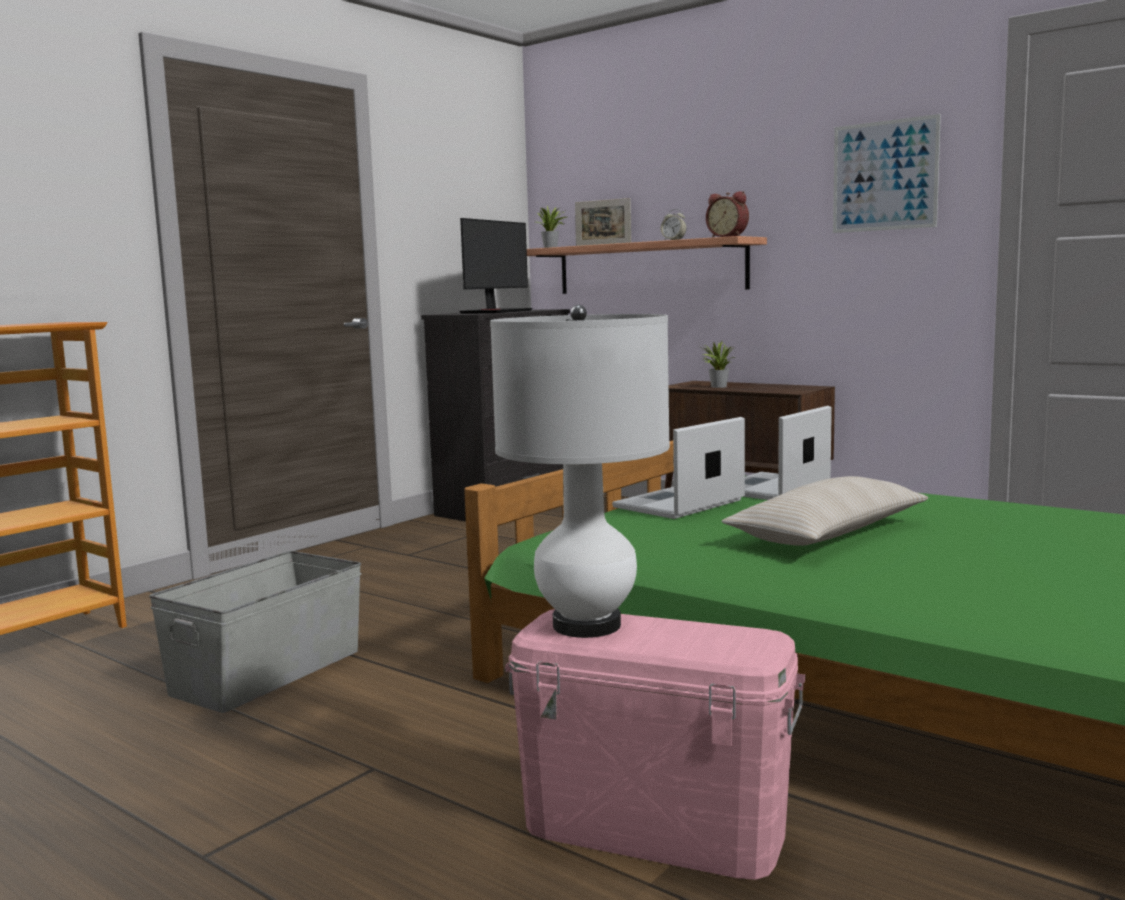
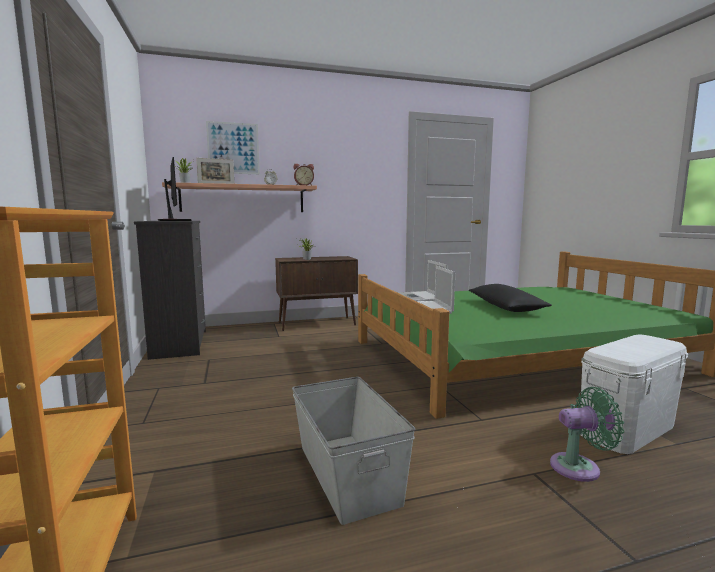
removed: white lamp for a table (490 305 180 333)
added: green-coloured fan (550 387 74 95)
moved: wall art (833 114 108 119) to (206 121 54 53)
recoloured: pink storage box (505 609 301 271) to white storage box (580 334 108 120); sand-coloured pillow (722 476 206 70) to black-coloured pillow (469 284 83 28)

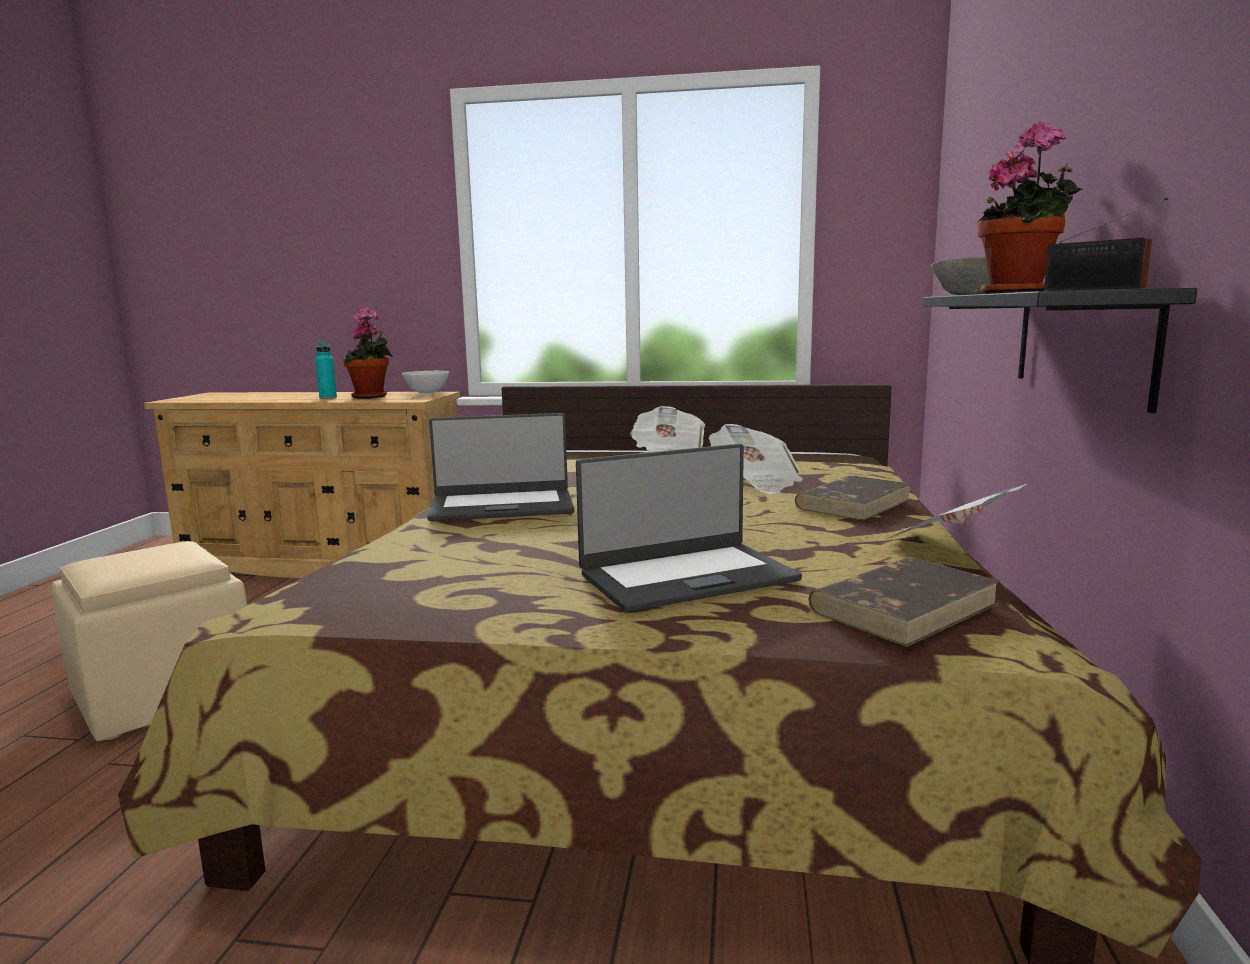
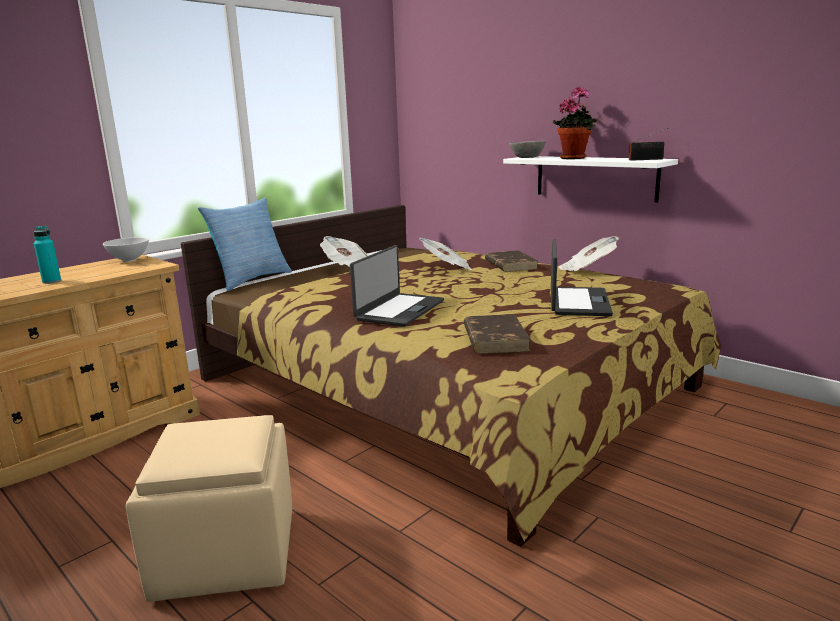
removed: potted plant (343 307 50 92)
added: pillow (198 197 94 94)
moved: brown book (809 557 191 90) to (464 314 67 40)
recoloured: black-coloured shelf (923 288 274 125) to white shelf (503 156 175 47)

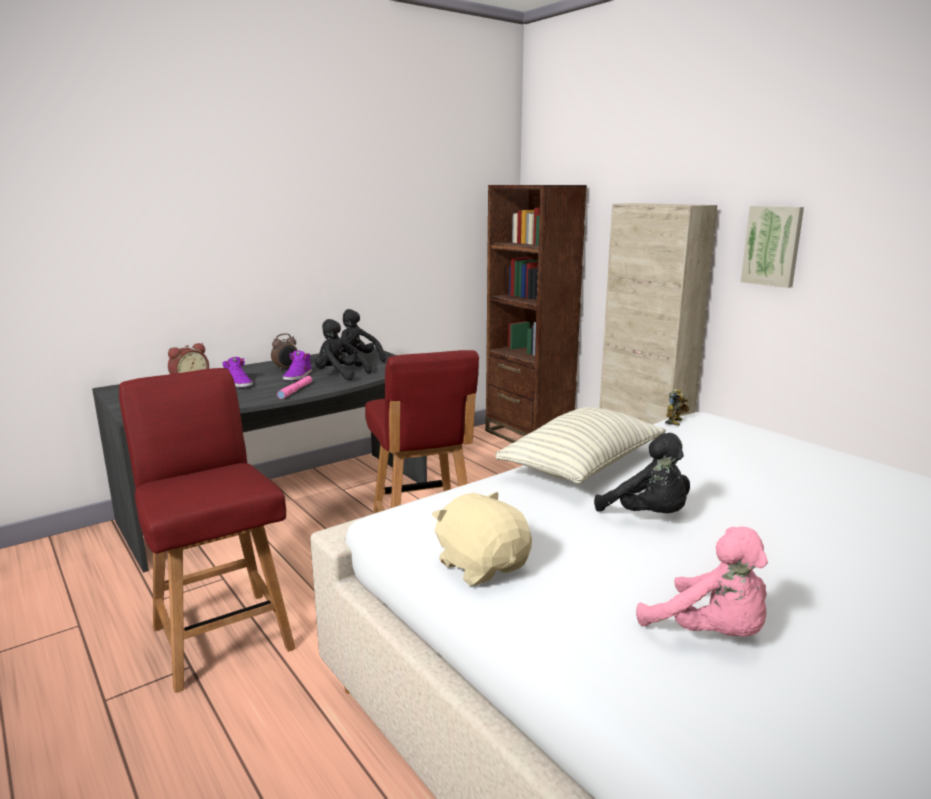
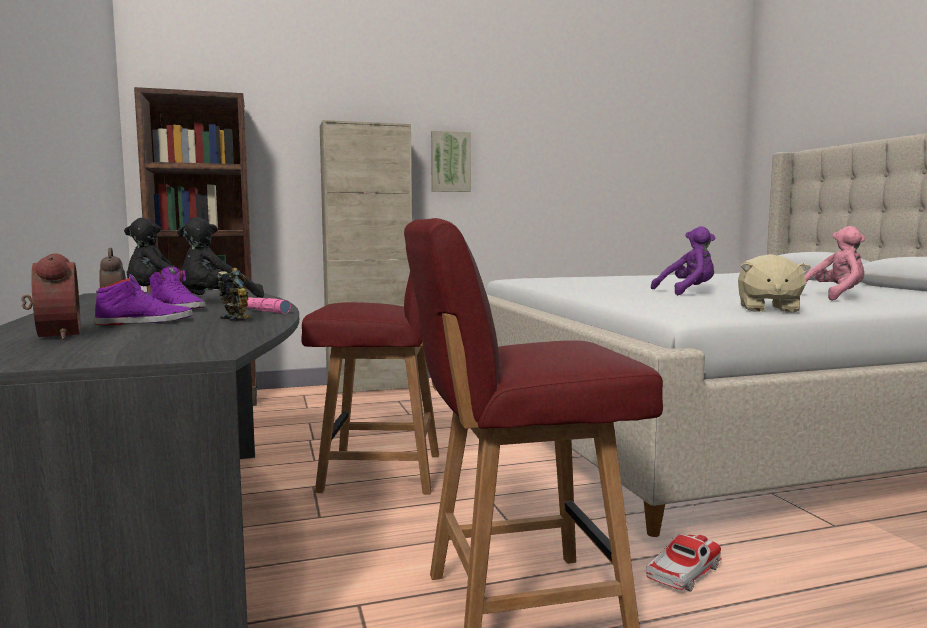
removed: pillow (495 407 171 77)
added: toy car (645 534 77 58)
moved: robot figure (665 389 25 37) to (217 268 36 54)
recoloured: black-coloured cuddly toy (594 433 96 80) to purple cuddly toy (651 226 64 69)
turned: sand-coloured cuddly toy (432 492 100 94) = (738 254 73 59) 60 degrees counterclockwise

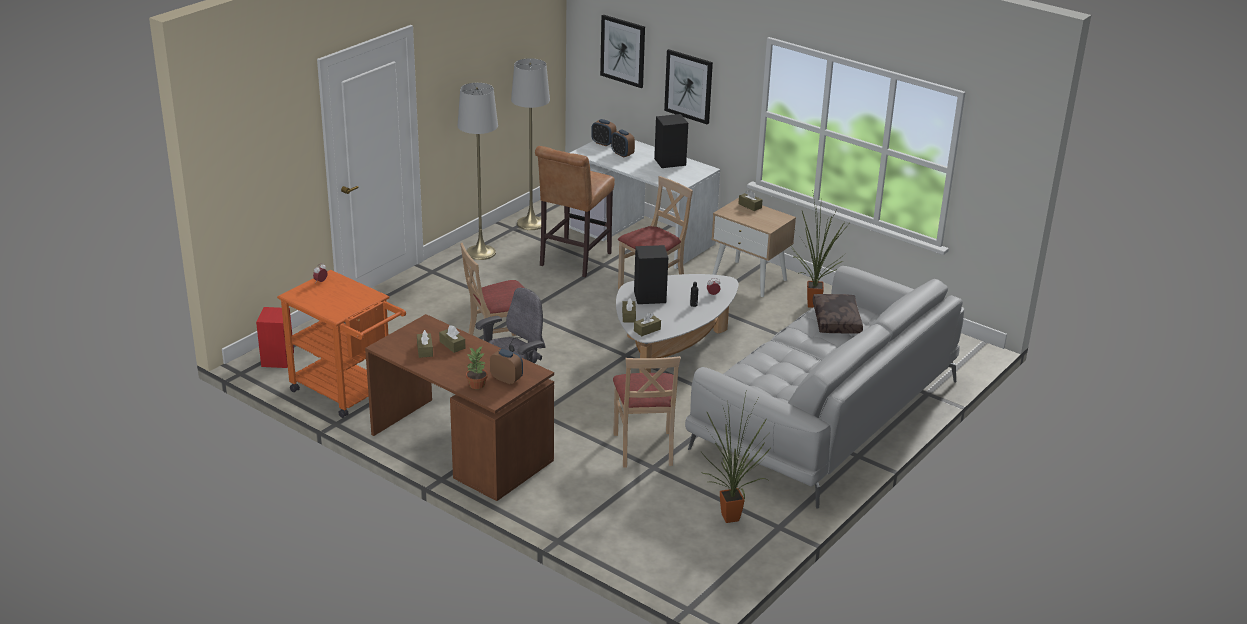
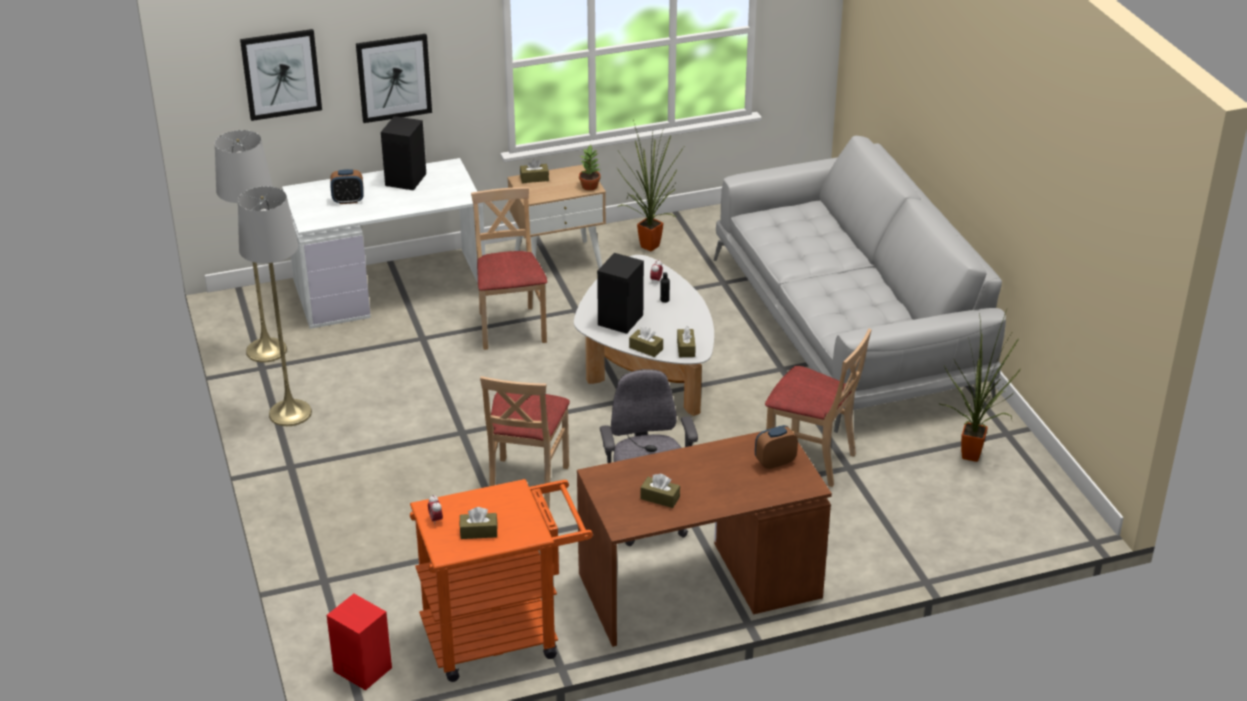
removed: brown stool seat (535 146 80 131); alarm clock (591 119 25 28); brown pillow (813 294 50 39)
moved: brown tissue holder (439 325 26 28) to (460 507 38 32); potted plant (466 347 22 42) to (579 145 22 46)

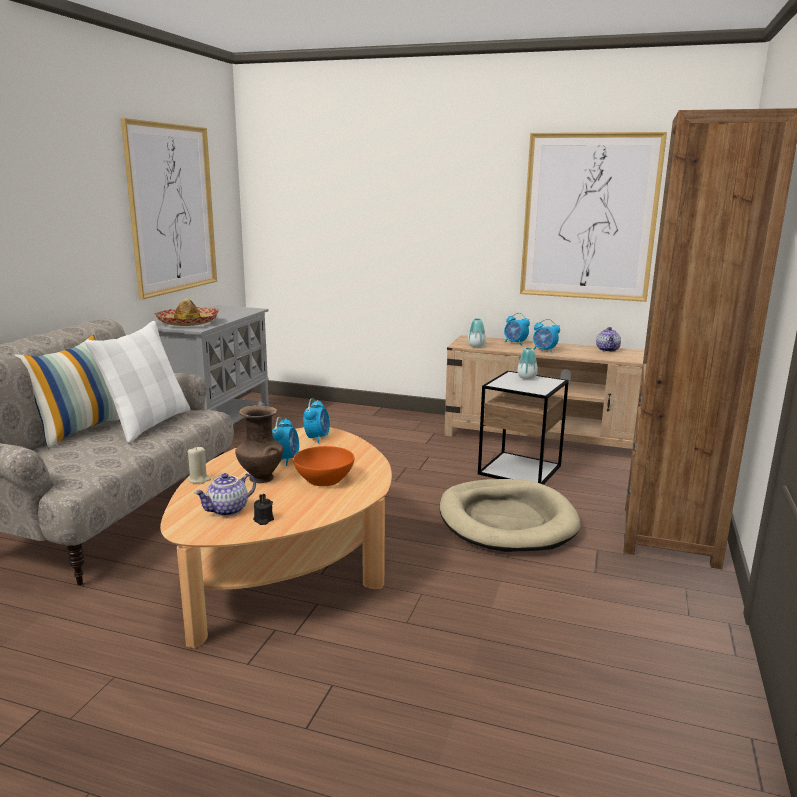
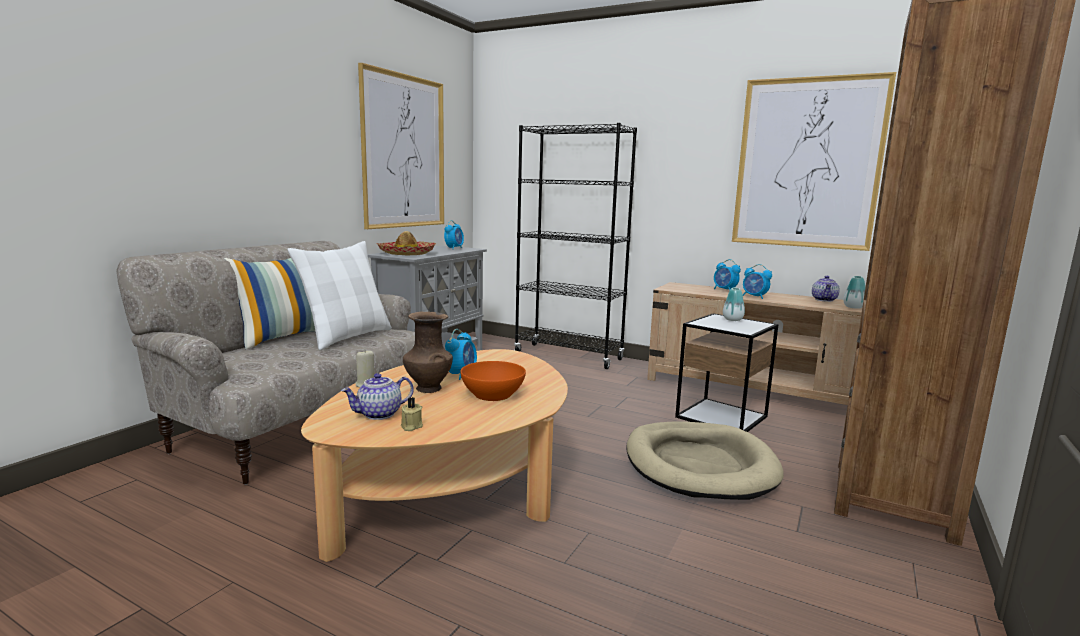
added: black-coloured shelving unit (514 123 123 246)
moved: alarm clock (304 398 26 45) to (444 220 20 29); decorative vase (468 318 18 29) to (843 276 22 33)
recoloured: black-coloured candle (253 494 21 31) to sand-coloured candle (401 397 22 34)

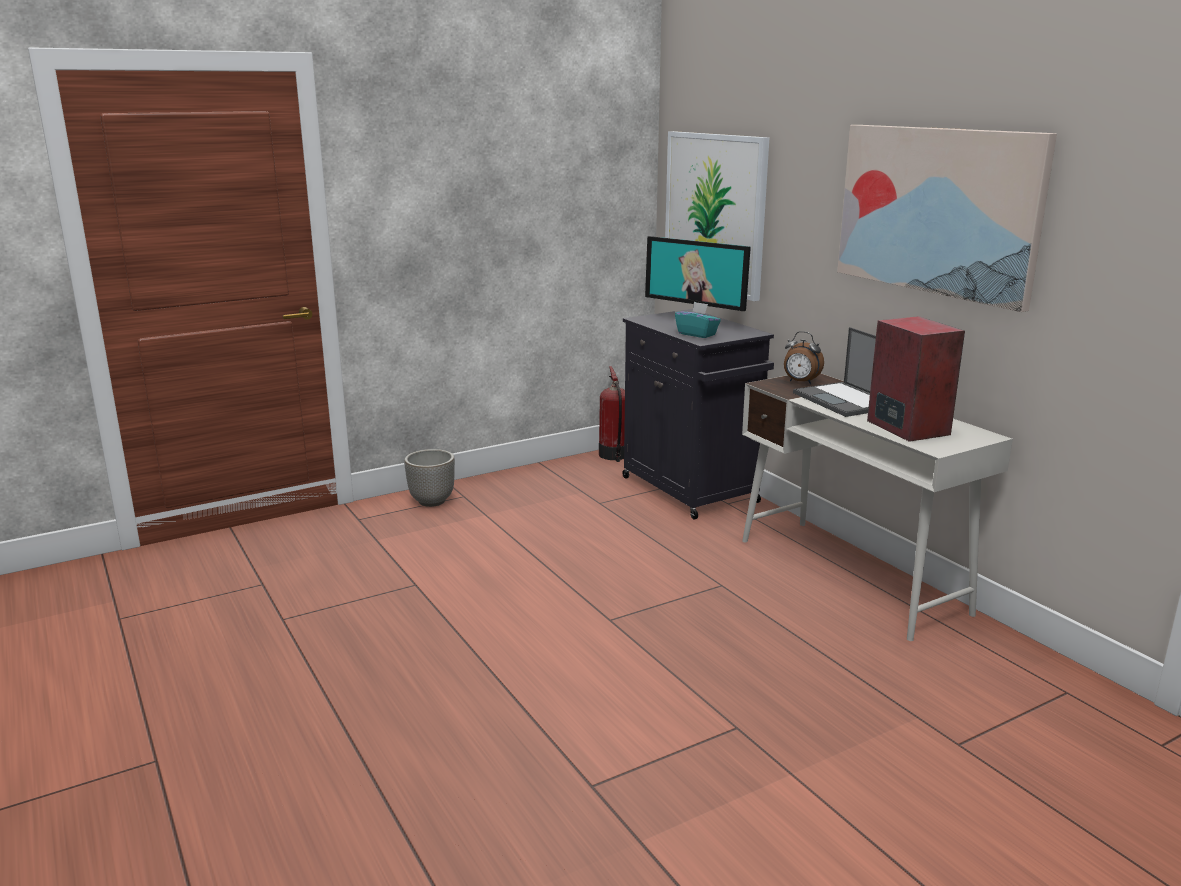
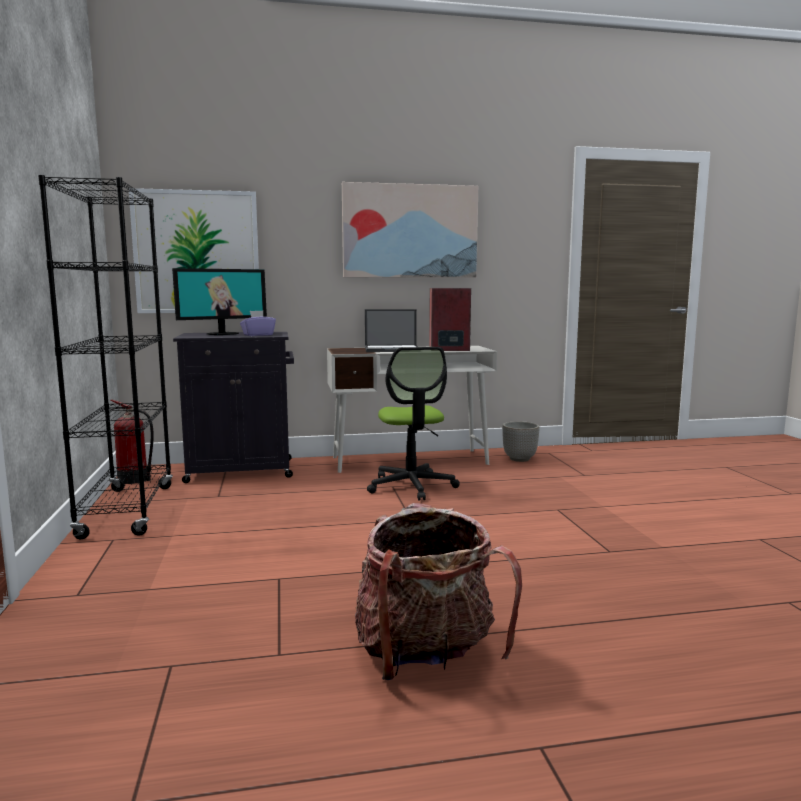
removed: alarm clock (784 331 40 53)
added: black-coloured shelving unit (38 175 135 364); knapsack (355 503 167 177); office chair (367 347 93 153)
moved: planter (404 449 51 58) to (502 421 38 41)
recoloured: turquoise tissue holder (675 302 46 36) to purple tissue holder (240 310 36 26)

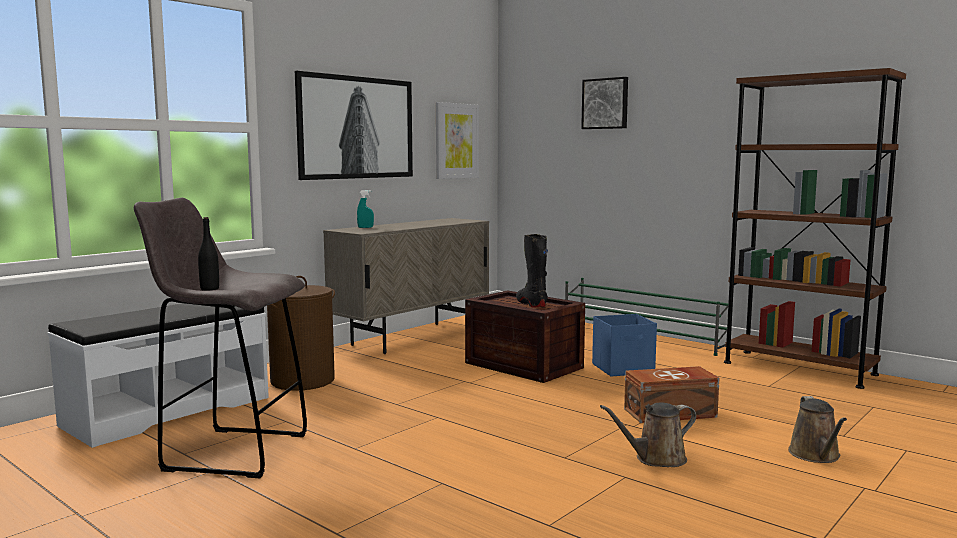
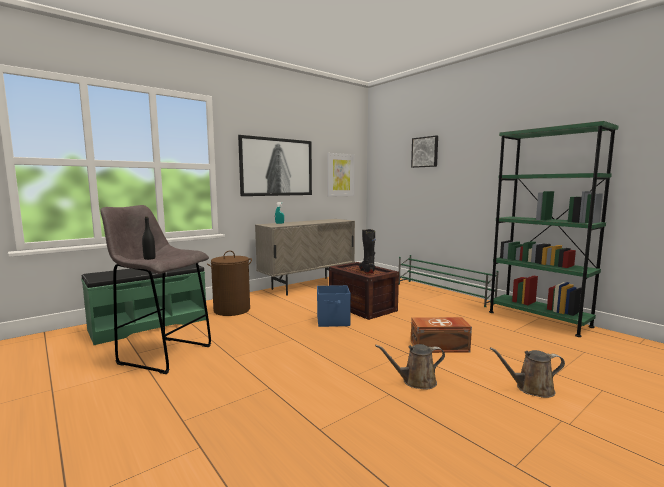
moved: bluish storage box (592 314 65 63) to (317 285 34 42)
recoloured: white indoor bench (48 303 221 145) to green-coloured indoor bench (81 264 125 81); brown shelving unit (724 68 182 321) to green-coloured shelving unit (489 121 129 216)
turned: brown watering pot (788 396 59 67) = (490 347 75 51) 75 degrees clockwise

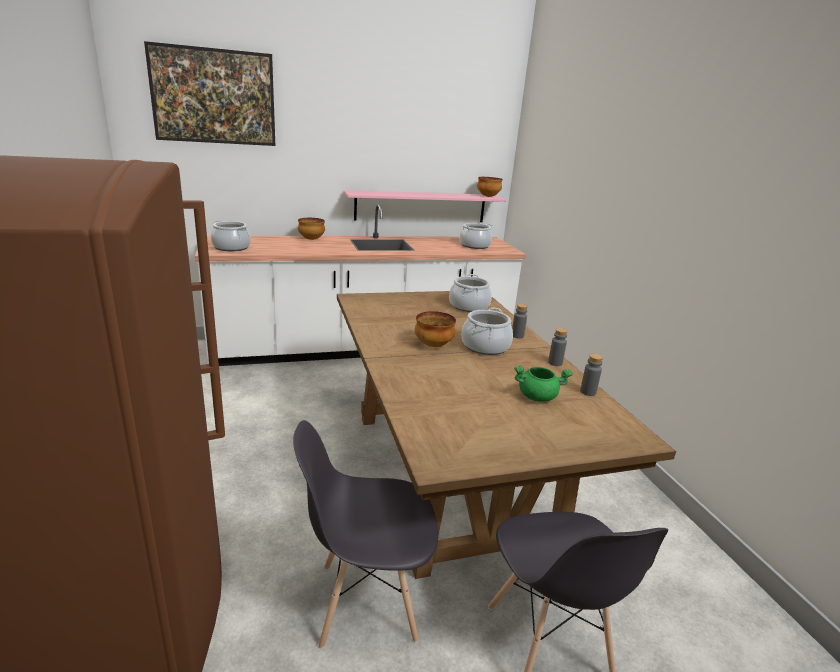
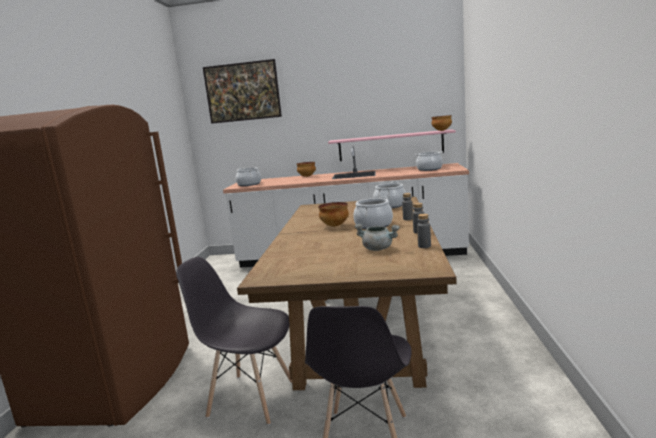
recoloured: green-coloured saucepot (514 366 59 36) to grey saucepot (355 224 45 27)

